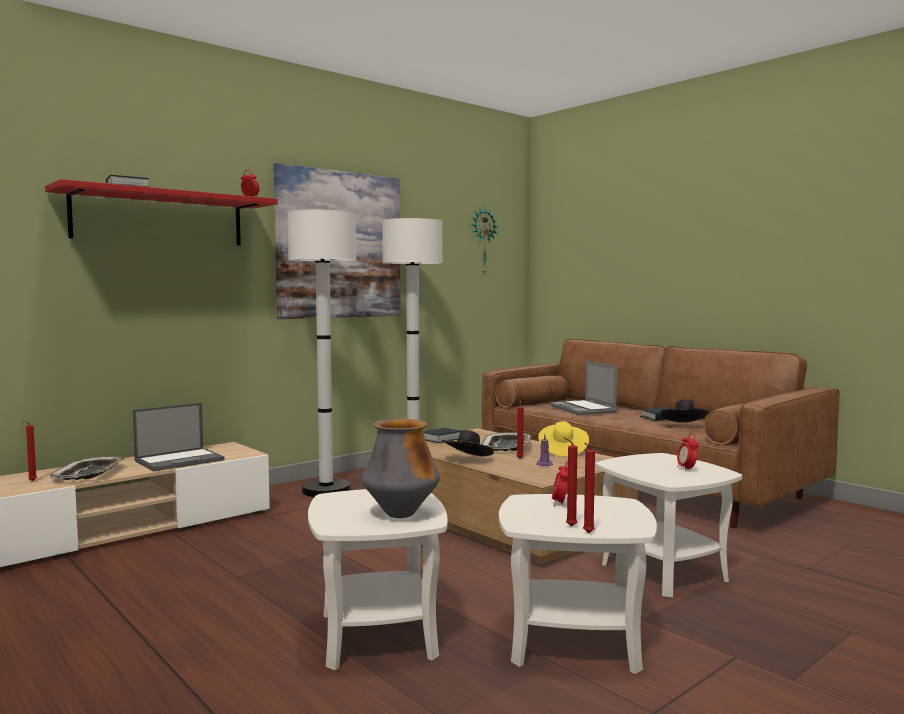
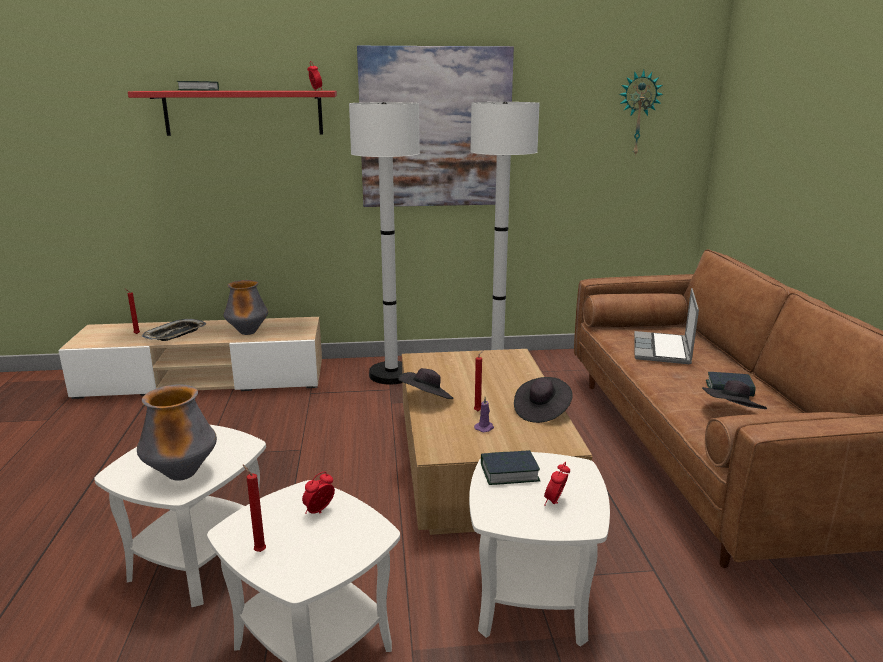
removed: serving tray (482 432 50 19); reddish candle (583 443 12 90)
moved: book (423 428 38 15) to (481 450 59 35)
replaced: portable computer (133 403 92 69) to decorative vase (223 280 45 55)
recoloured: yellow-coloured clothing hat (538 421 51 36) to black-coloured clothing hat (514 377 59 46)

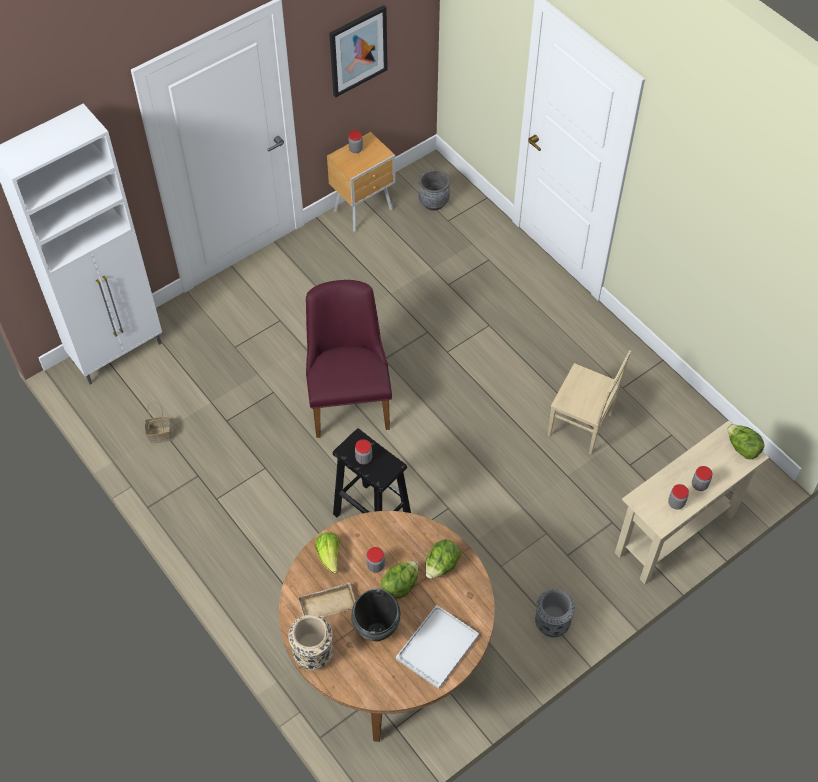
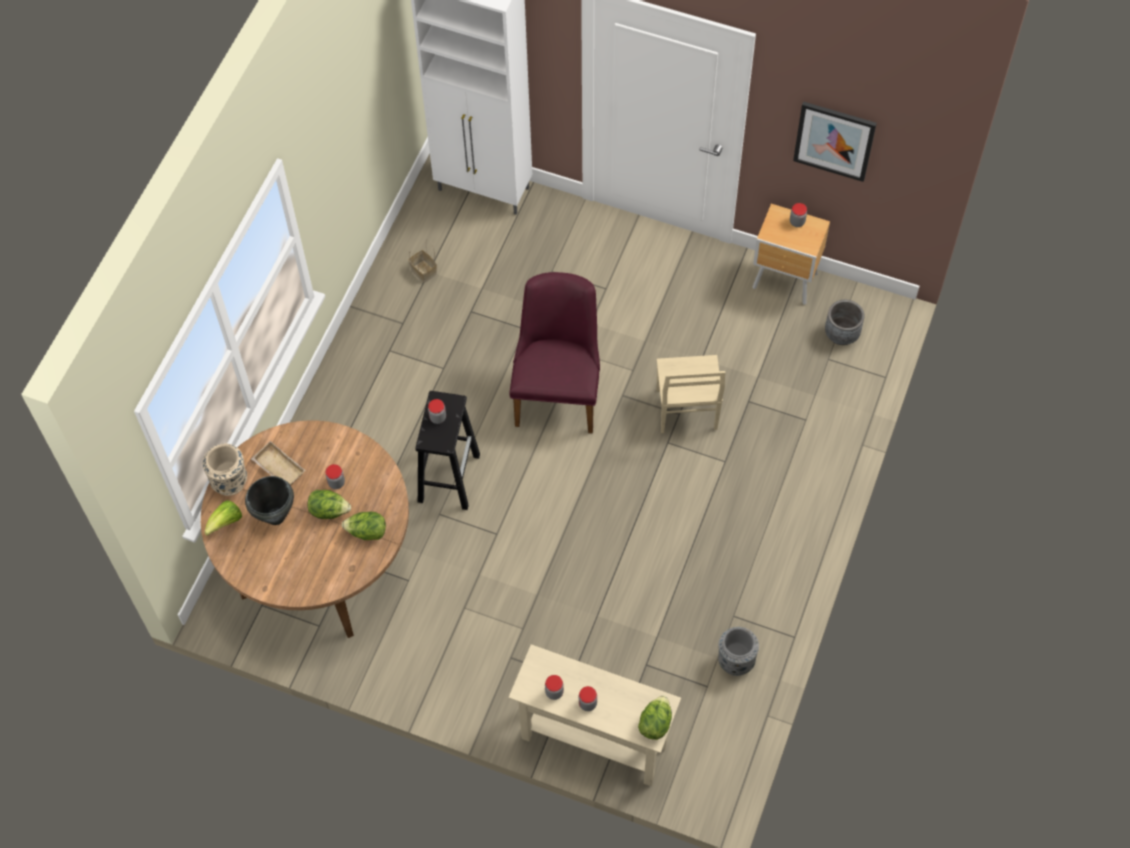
removed: white serving tray (396 605 83 84)
moved: lettuce (315 532 25 42) to (205 500 37 36); grey decorative vase (535 589 40 48) to (718 627 41 49); sand-coloured plain chair (548 350 83 104) to (657 355 68 78)
turned: purple plain chair (306 280 86 158) = (509 272 91 162) 45 degrees counterclockwise

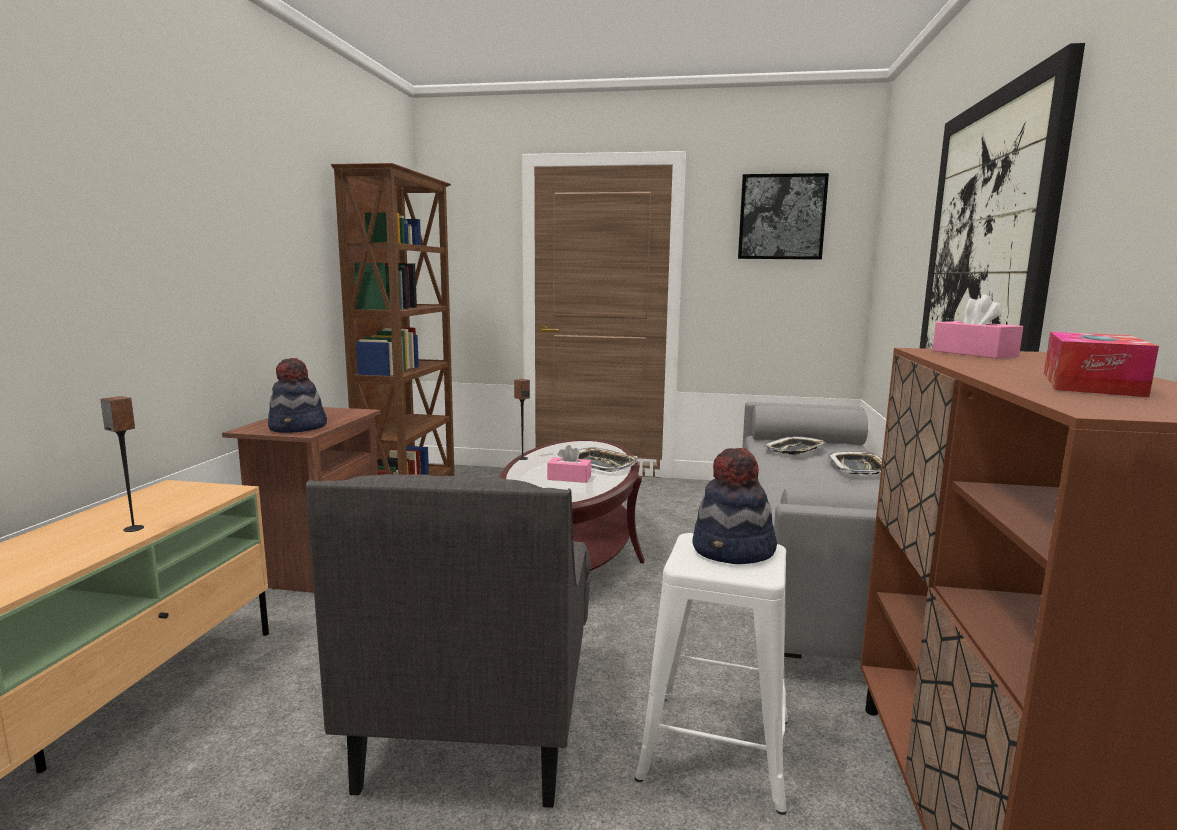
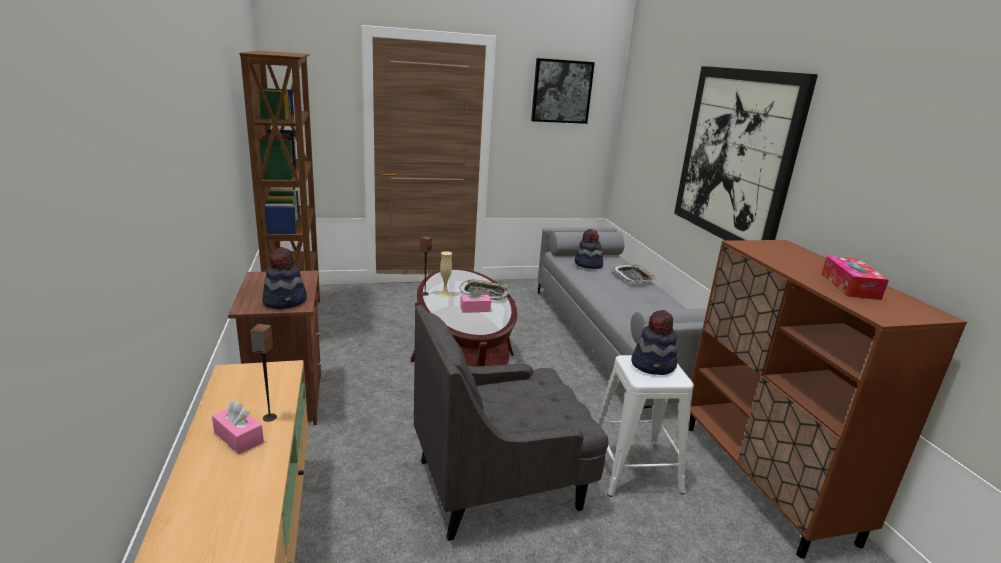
added: sand-coloured decorative vase (439 251 13 47)
moved: pink tissue holder (933 294 90 64) to (212 401 52 53)
replaced: serving tray (764 436 63 19) to clothing hat (574 229 29 40)
turned: grey armchair (306 474 285 334) = (414 305 195 236) 90 degrees clockwise

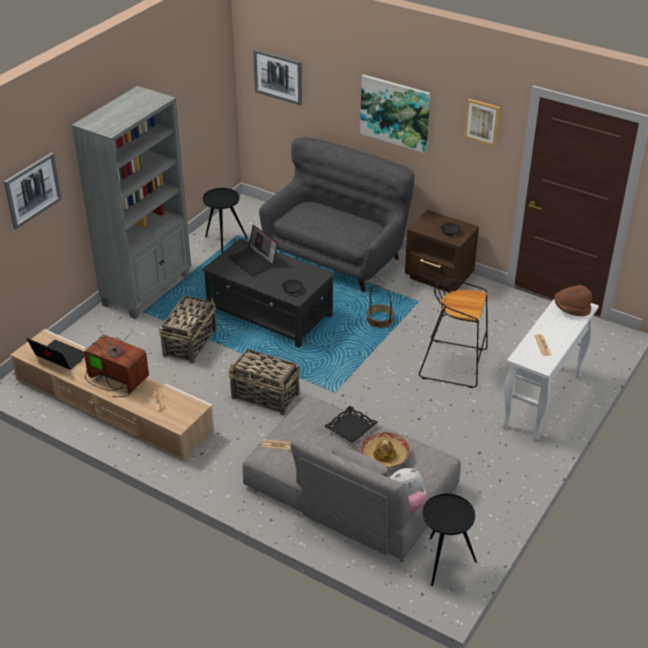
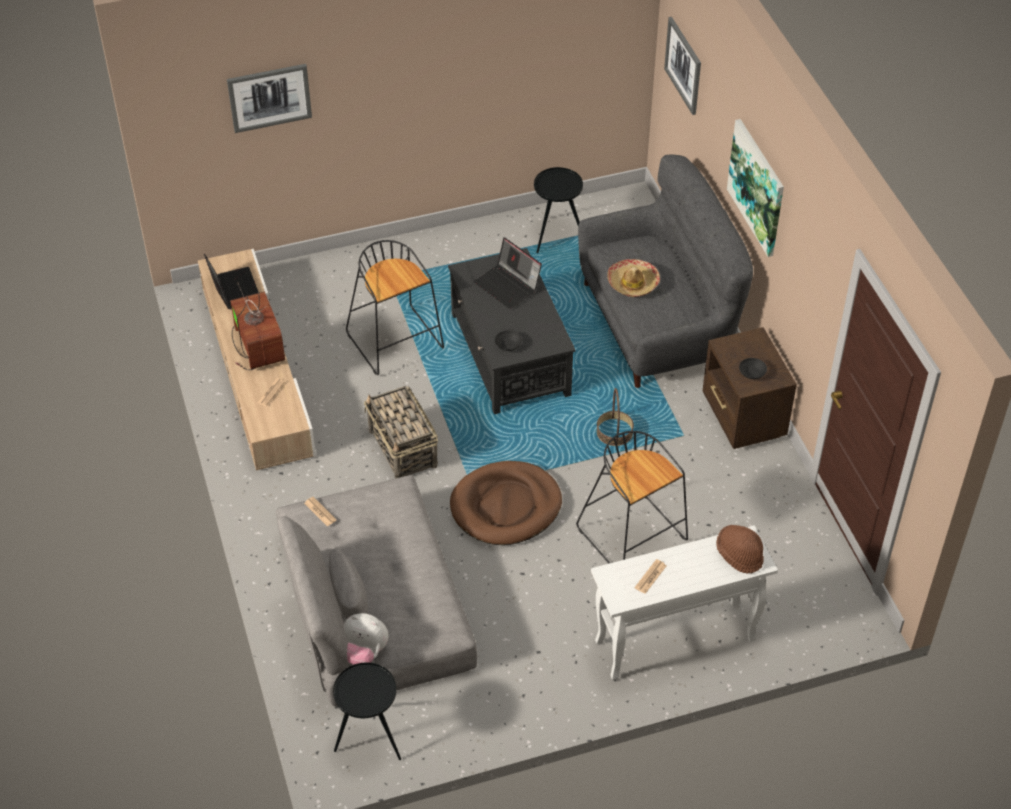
removed: grey shelving unit (72 86 119 233); black-coloured serving tray (324 406 54 38); wall art (464 98 36 48)
added: brown pet bed (450 461 112 84)
moved: clothing hat (360 432 50 36) to (607 259 53 38)
replaced: basket (159 295 58 69) to black-coloured stool seat (346 240 98 135)
turned: portable computer (228 225 50 51) = (474 237 68 72) 45 degrees counterclockwise

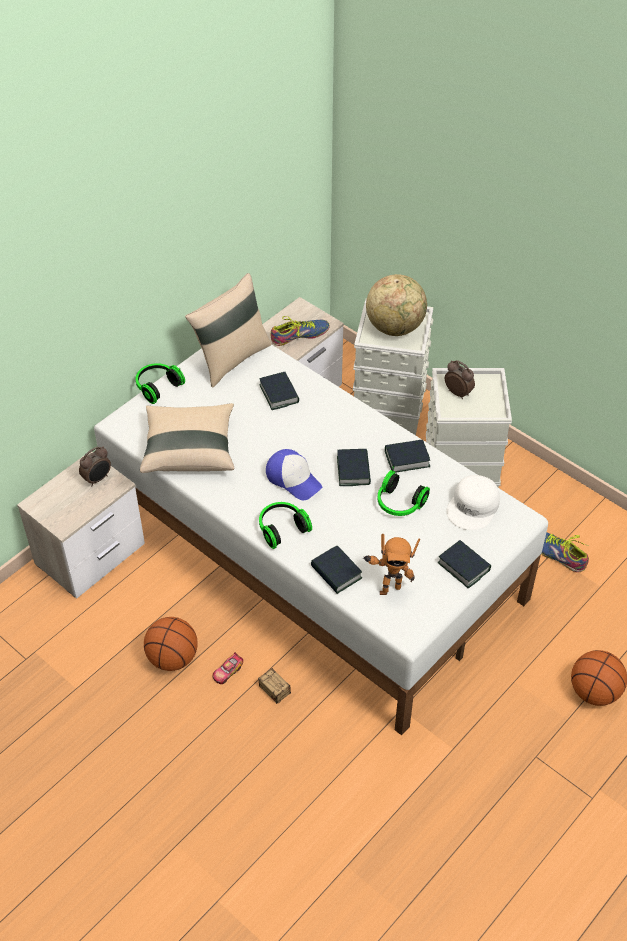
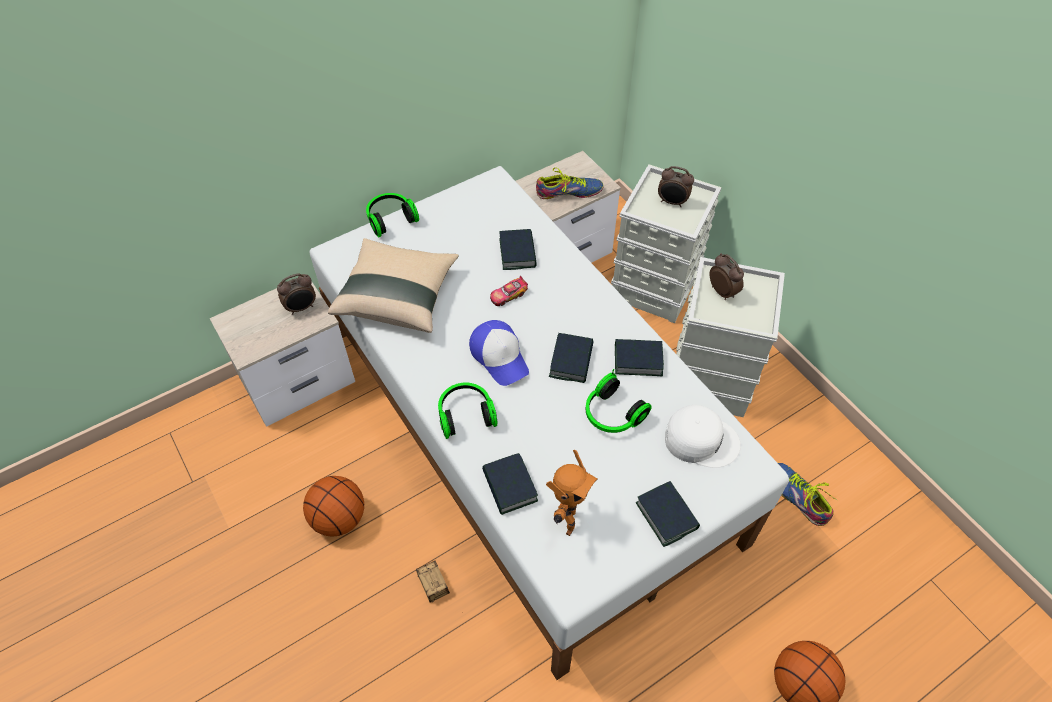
removed: sand-coloured pillow (185 273 86 115)
moved: toy car (213 652 31 32) to (490 276 38 30)
replaced: globe (366 274 61 62) to alarm clock (658 166 36 41)
turned: robot figure (363 534 57 61) = (546 450 51 86) 75 degrees counterclockwise; white baseball cap (446 475 54 55) = (665 405 76 63) 120 degrees counterclockwise

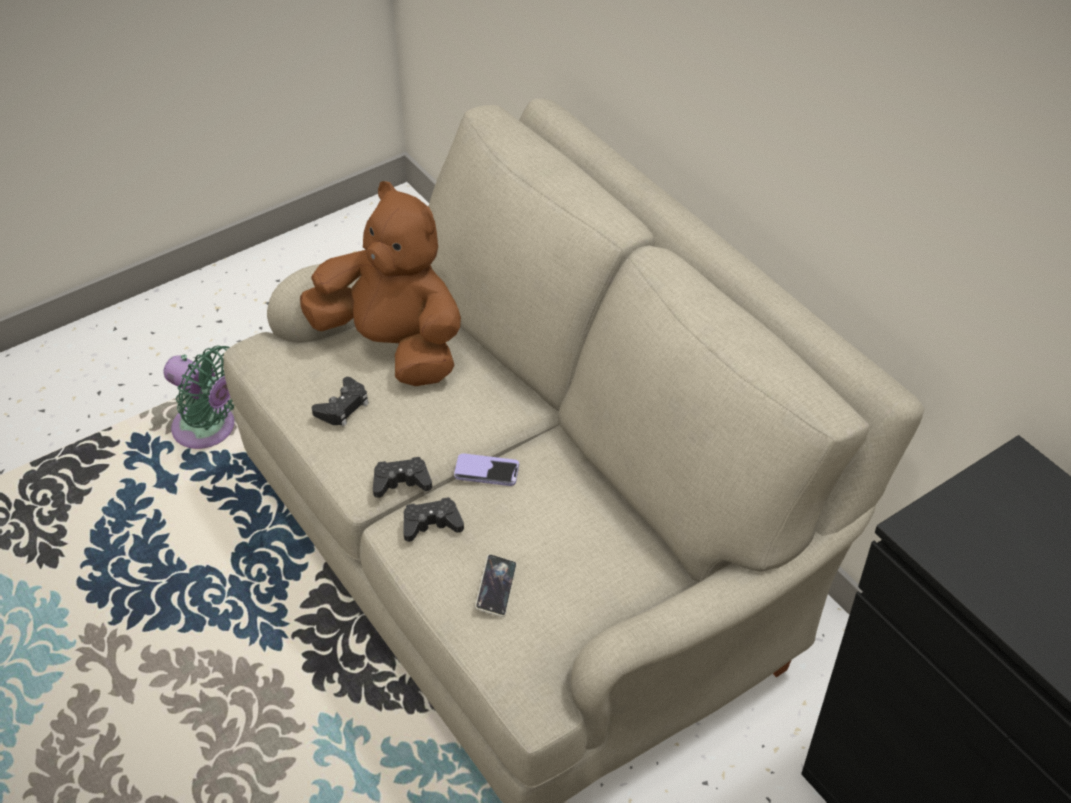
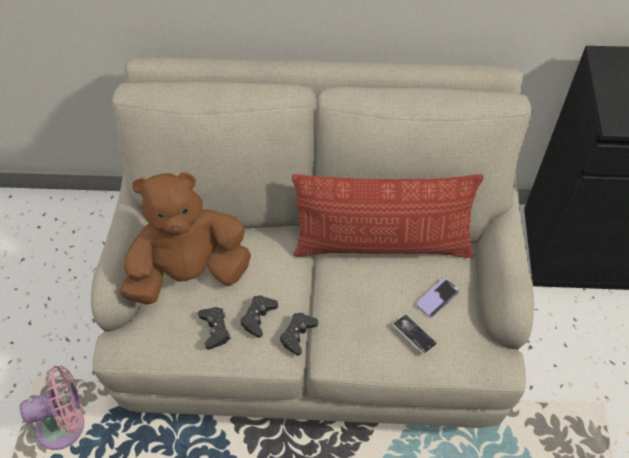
added: pillow (292 174 192 84)
moved: black-coloured joypad (403 497 61 45) to (240 295 38 43); telephone (454 453 65 33) to (417 278 42 39)
recoloured: green-coloured fan (164 345 70 104) to pink fan (20 366 64 84)

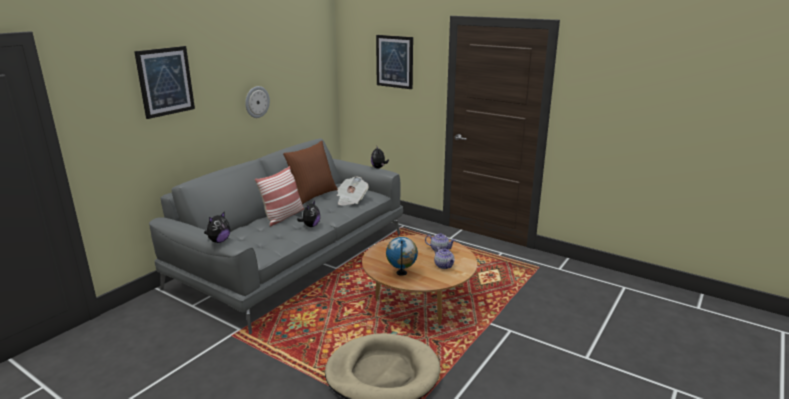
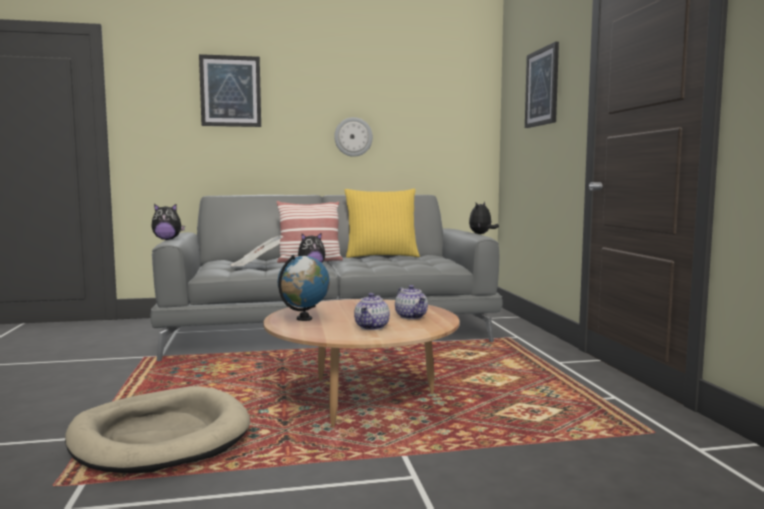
moved: printed paper (337 176 32 29) to (231 235 52 32)
recoloured: brown pillow (283 141 54 63) to yellow-coloured pillow (344 189 76 69)

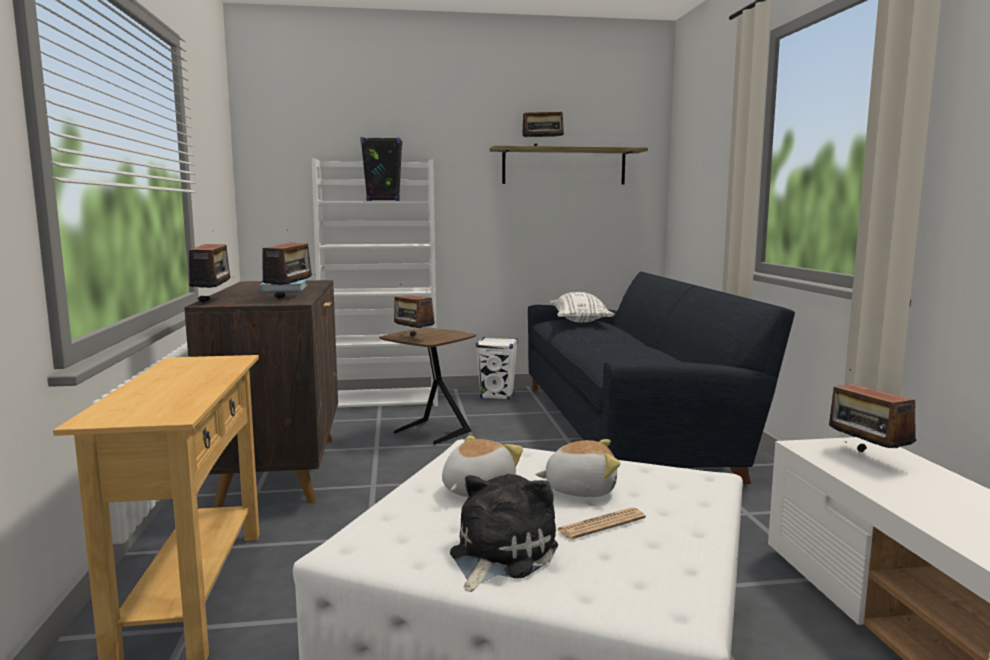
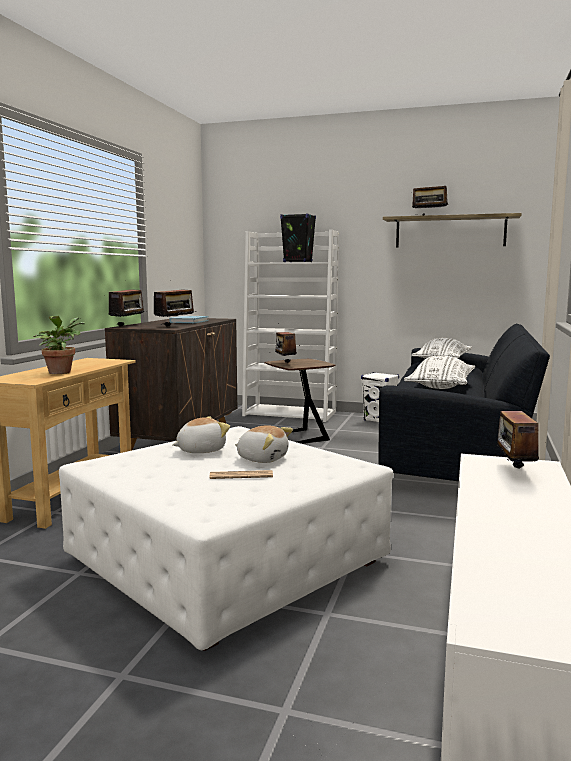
removed: cuddly toy (450 474 108 118)
added: potted plant (33 316 52 58); white pillow (404 355 71 34)

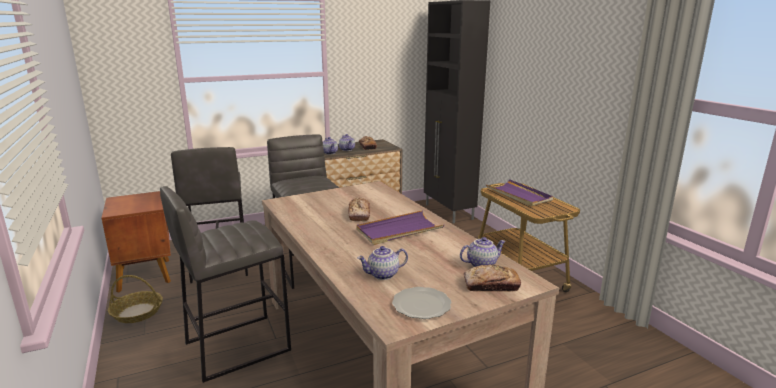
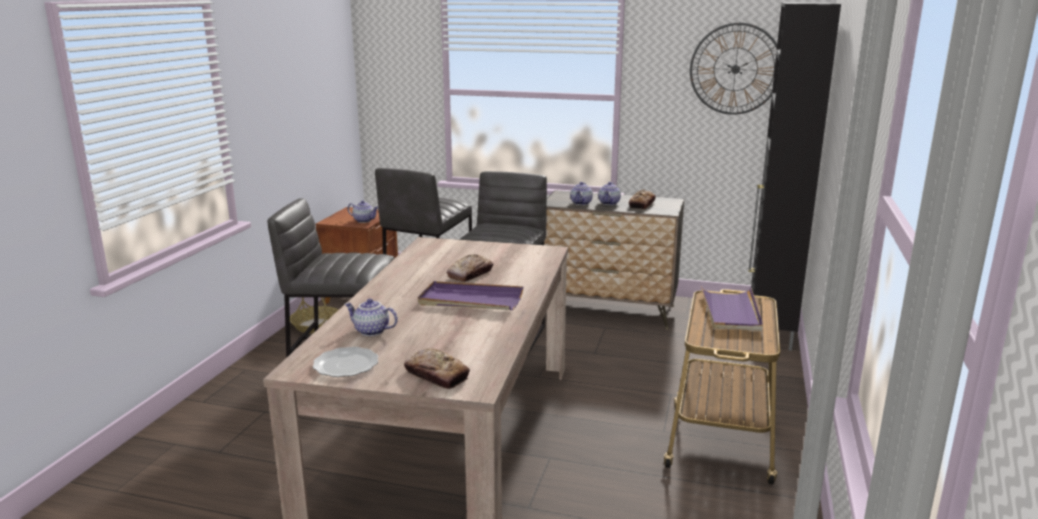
added: hanging clock (690 23 87 92)
moved: teapot (460 237 46 30) to (347 200 31 23)

